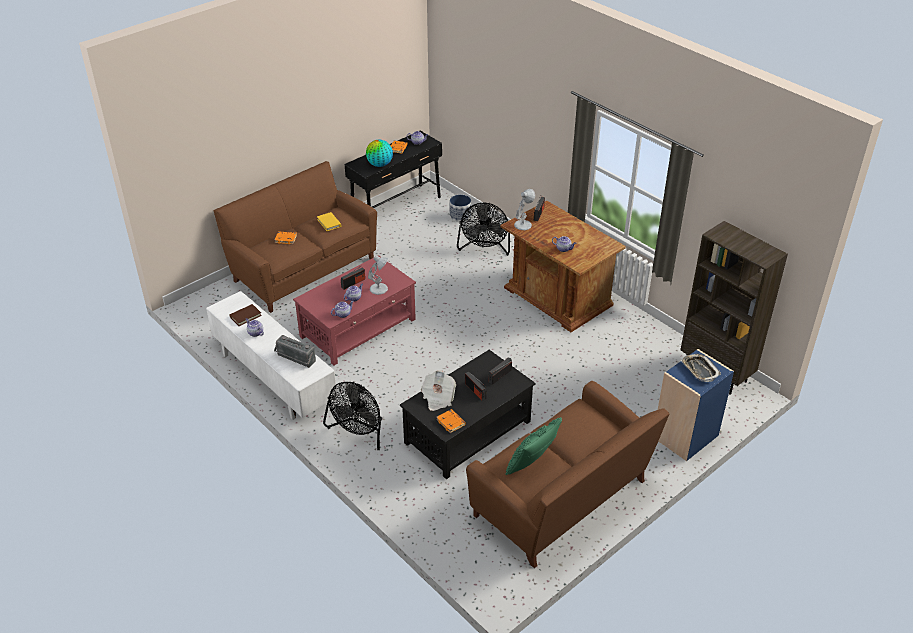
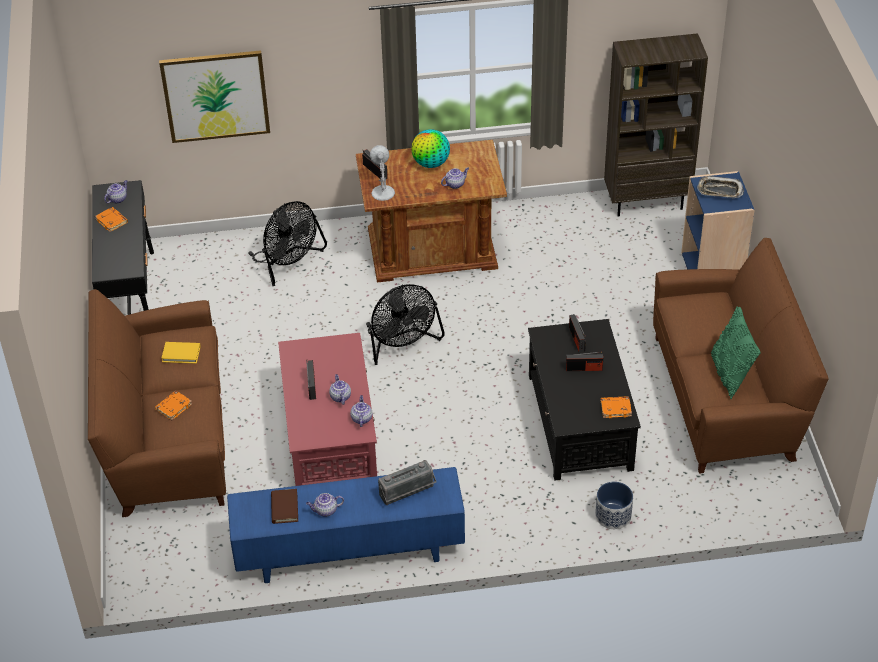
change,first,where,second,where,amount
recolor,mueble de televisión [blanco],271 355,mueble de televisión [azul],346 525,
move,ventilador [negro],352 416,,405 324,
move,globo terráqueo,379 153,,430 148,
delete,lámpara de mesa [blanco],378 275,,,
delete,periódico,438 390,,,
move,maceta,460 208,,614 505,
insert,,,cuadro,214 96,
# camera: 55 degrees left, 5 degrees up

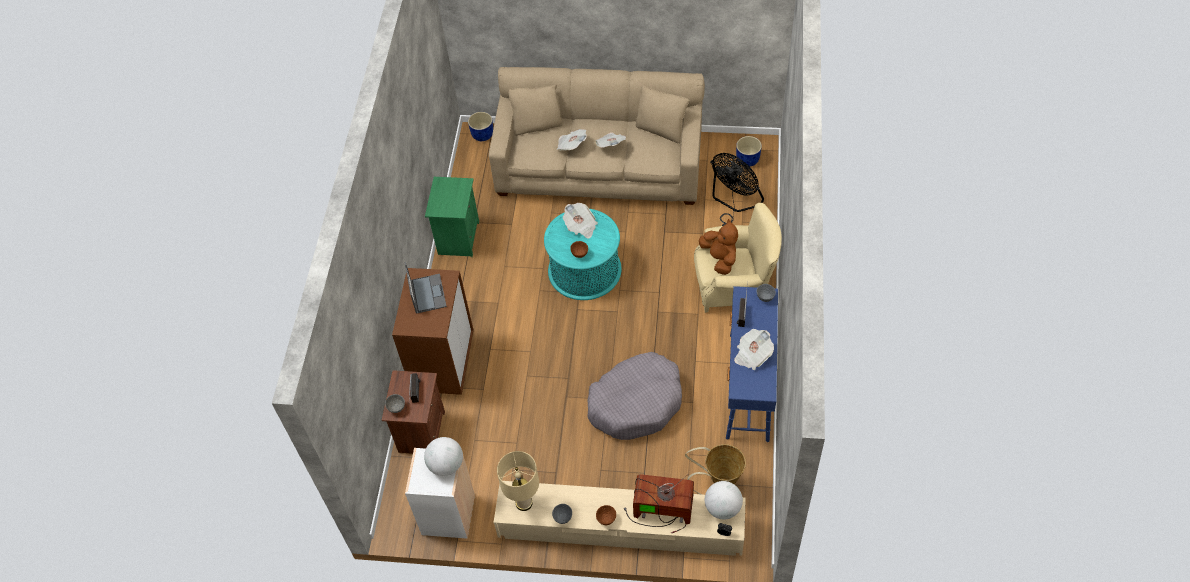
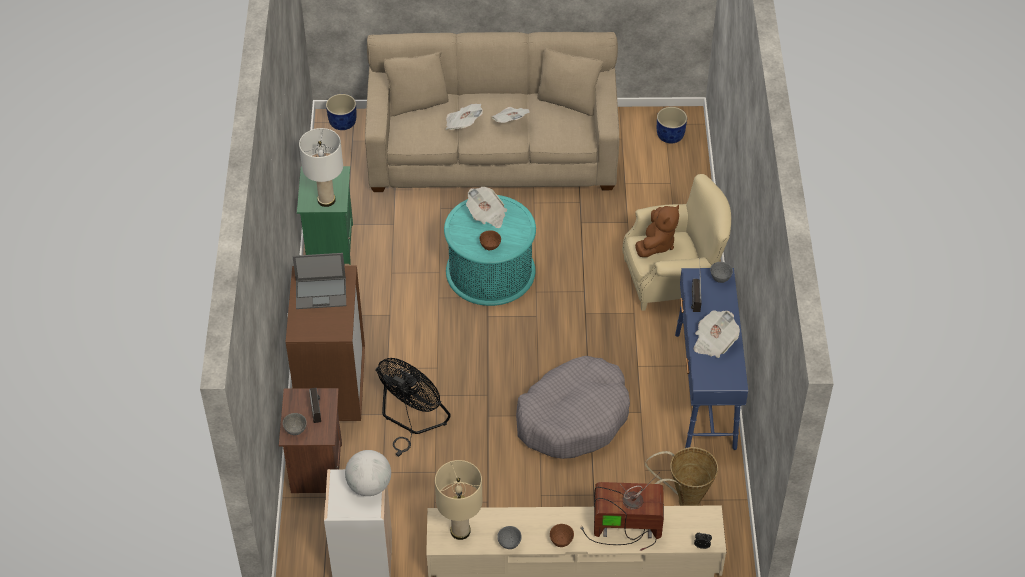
change,first,where,second,where,amount
rotate,portátil,426 288,,319 281,105 degrees clockwise
rotate,peluche [marrón],718 247,,657 231,60 degrees clockwise
delete,globo terráqueo,724 500,,,
move,ventilador [negro],737 189,,413 407,
insert,,,lámpara de mesa [blanco],321 167,
# camera: 10 degrees left, 5 degrees down

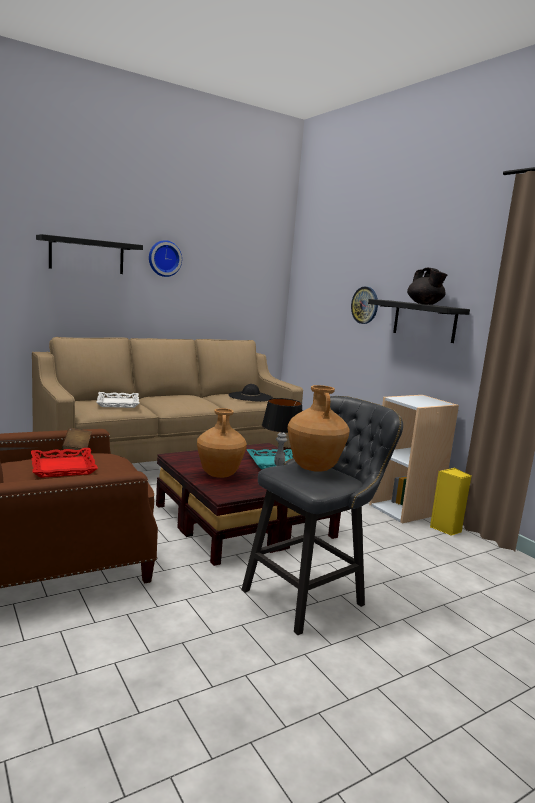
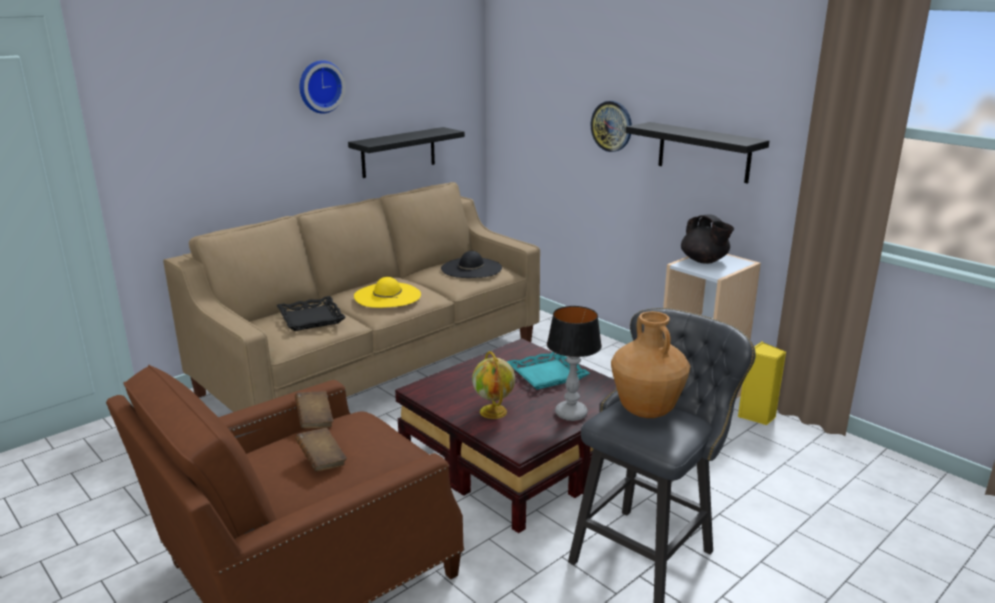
change,first,where,second,where,amount
replace,bandeja [rojo],64 463,libro [marrón],321 450,
move,estante [negro],89 254,,406 152,
recolor,bandeja [blanco],117 400,bandeja [negro],311 313,
replace,florero [marrón],222 443,globo terráqueo,493 385,
move,tetera [negro],427 286,,707 239,
insert,,,sombrero [amarillo],387 292,
# camera: 10 degrees left, 10 degrees up

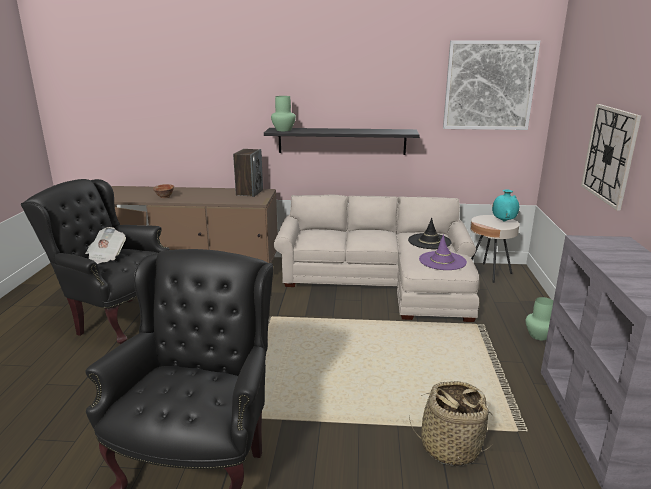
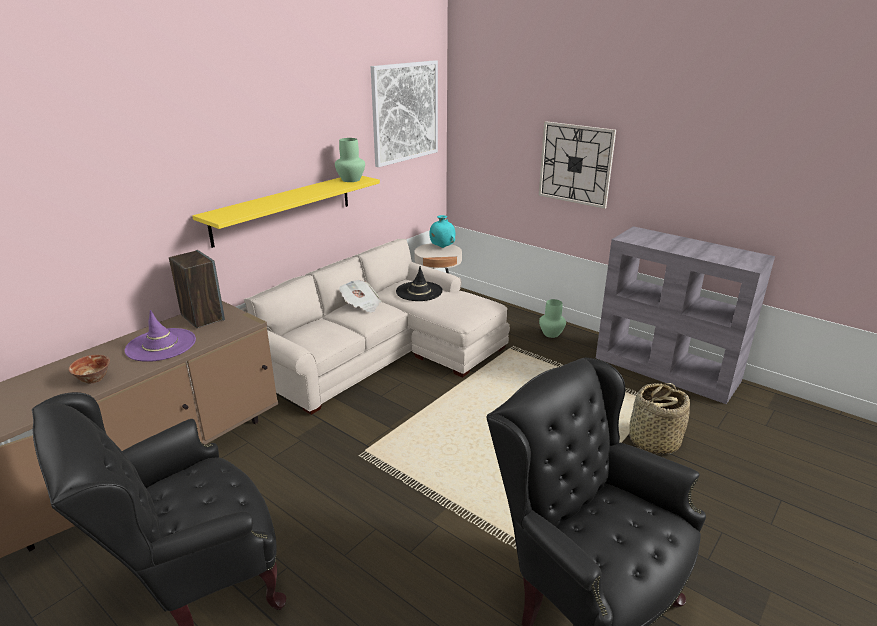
change,first,where,second,where,amount
move,periódico,105 245,,360 296,
recolor,estante [negro],342 141,estante [amarillo],286 212,
move,florero [verde],283 113,,350 160,
move,sombrero [morado],443 252,,160 336,
# camera: 55 degrees left, 5 degrees up

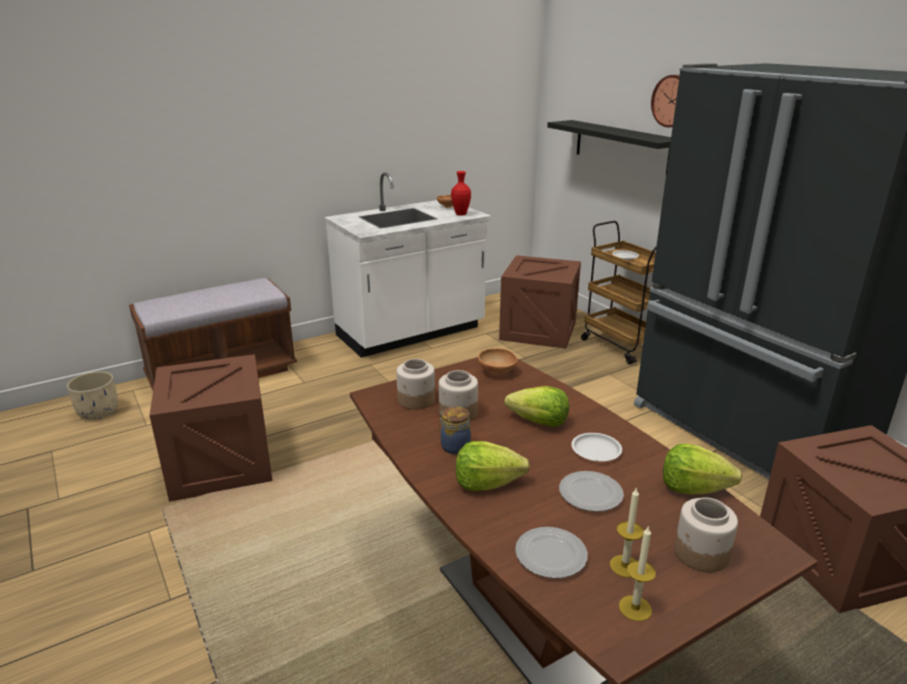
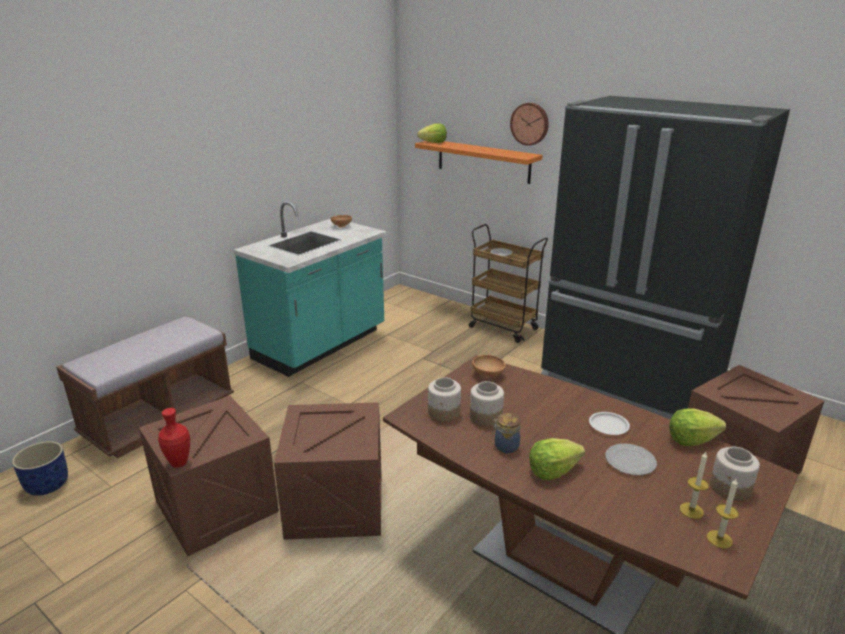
change,first,where,second,where,amount
recolor,maceta [beis],92 395,maceta [azul],40 468,
recolor,mueble bajo de cocina [blanco],407 265,mueble bajo de cocina [turquesa],310 289,
move,florero [rojo],461 193,,174 438,
move,caja de embalaje,540 302,,327 471,
move,lechuga,536 406,,432 133,
delete,plato,551 552,,,
recolor,estante [negro],609 146,estante [naranja],479 162,
# camera: 20 degrees left, 0 degrees up

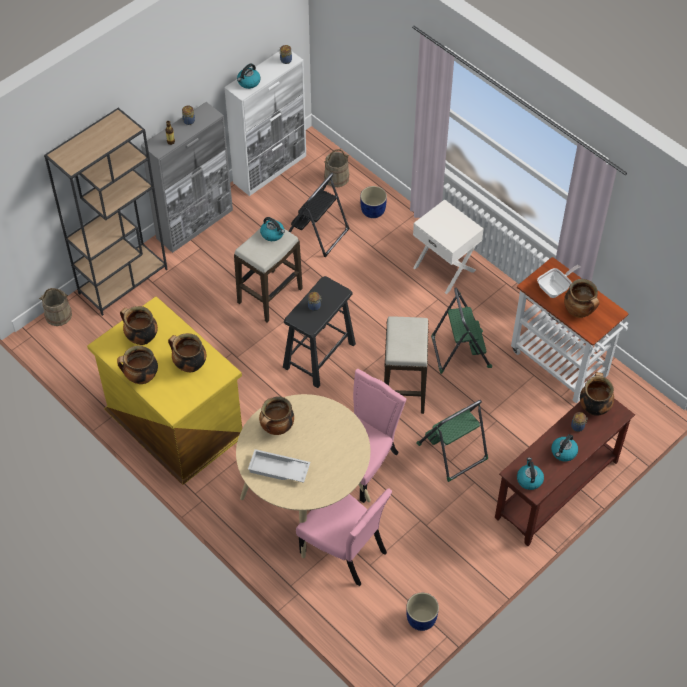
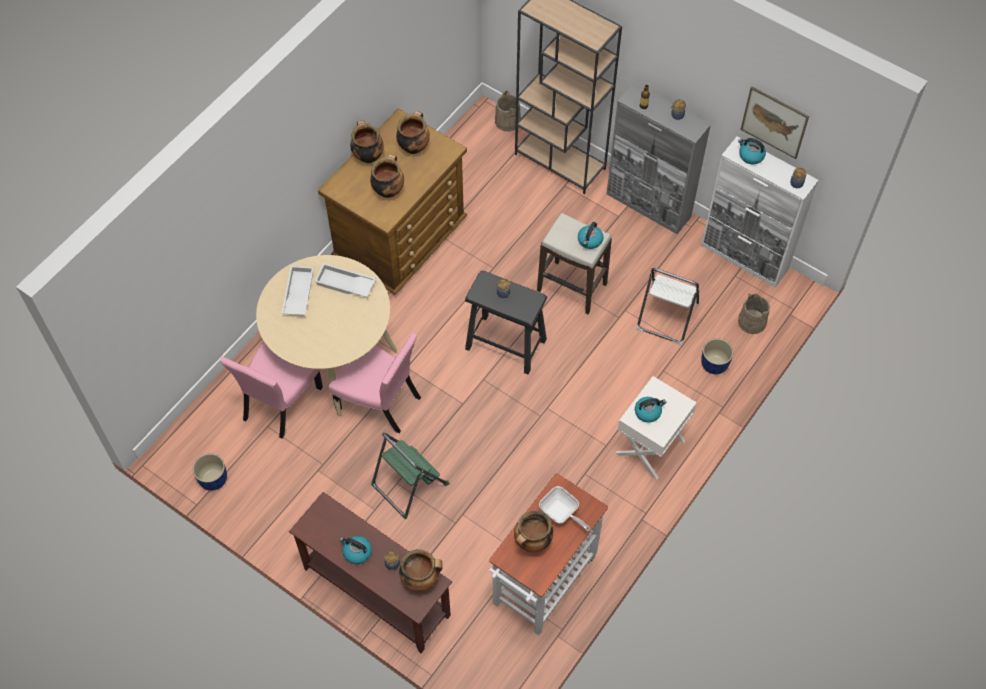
change,first,where,second,where,amount
recolor,cómoda [amarillo],164 390,cómoda [marrón],393 201,
replace,olla,276 415,bandeja [blanco],345 280,
recolor,escalera de tijera [negro],319 215,escalera de tijera [blanco],668 306,
delete,taburete,406 365,,,
delete,escalera de tijera [verde],461 331,,,
move,hervidor,530 473,,650 410,
insert,,,cuadro,774 122,
# camera: 80 degrees right, 5 degrees up

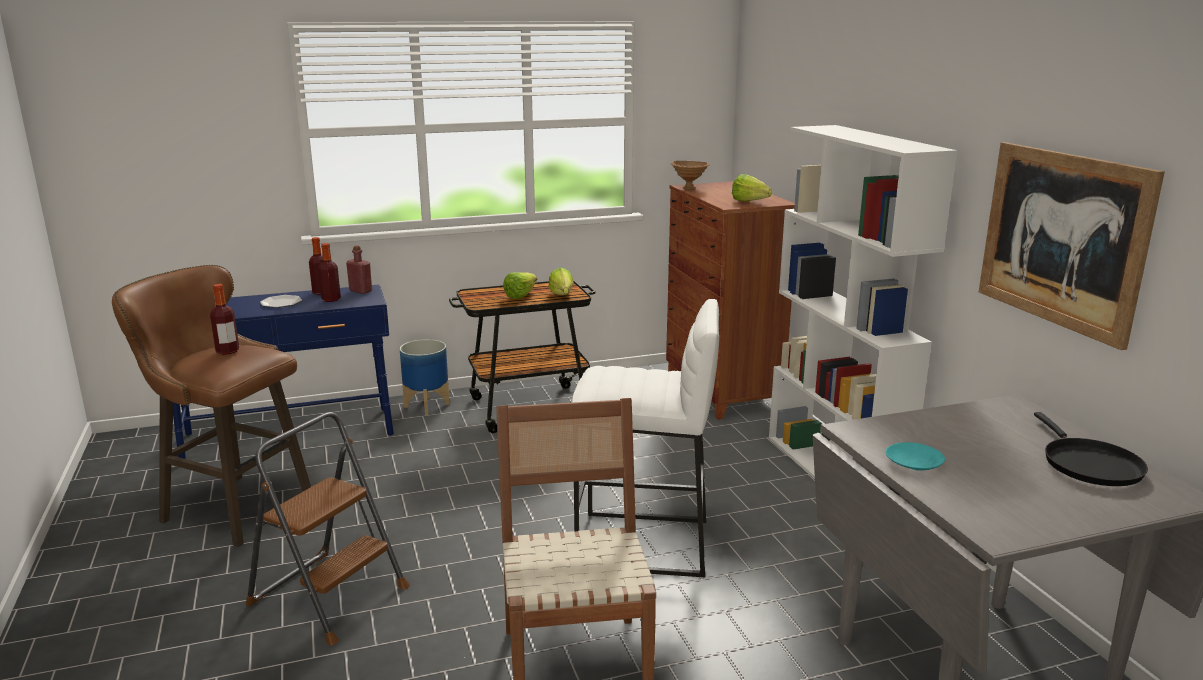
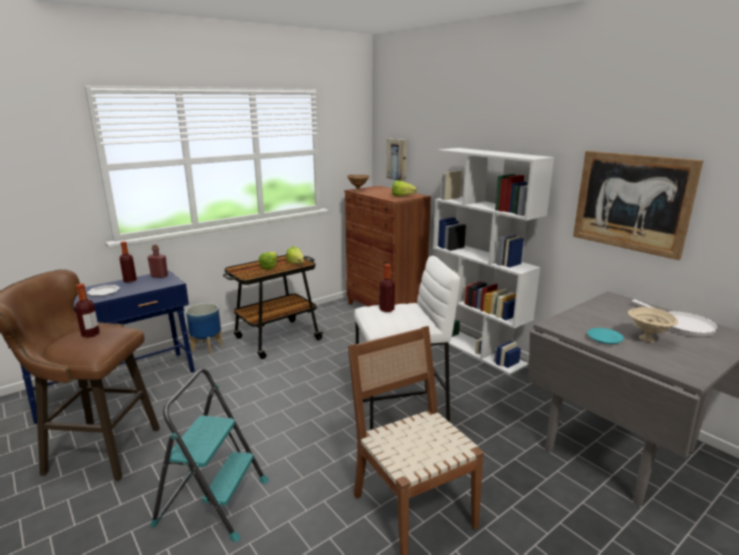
change,first,where,second,where,amount
recolor,escalera de tijera [marrón],328 529,escalera de tijera [turquesa],210 455,
move,botella,329 272,,387 288,
recolor,sartén [negro],1091 449,sartén [blanco],675 318,
insert,,,cuadro,396 159,
insert,,,cuenco [beis],653 324,
# camera: 20 degrees left, 0 degrees up

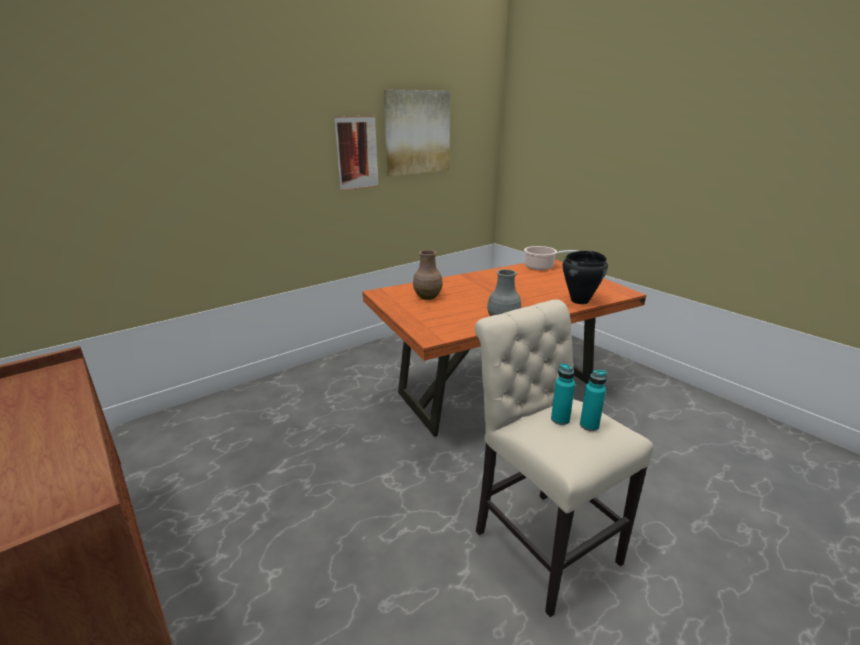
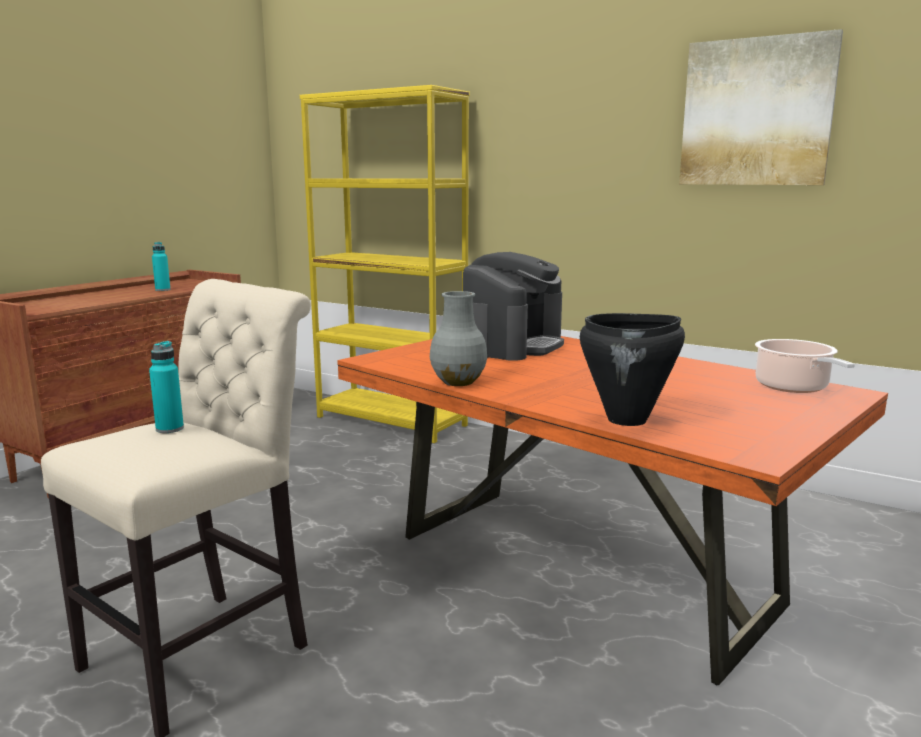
change,first,where,second,where,amount
delete,cuadro,356 153,,,
replace,florero [marrón],428 275,cafetera,513 306,
move,botella [turquesa],593 400,,161 266,
insert,,,estantería [amarillo],385 264,
# camera: 70 degrees right, 10 degrees down

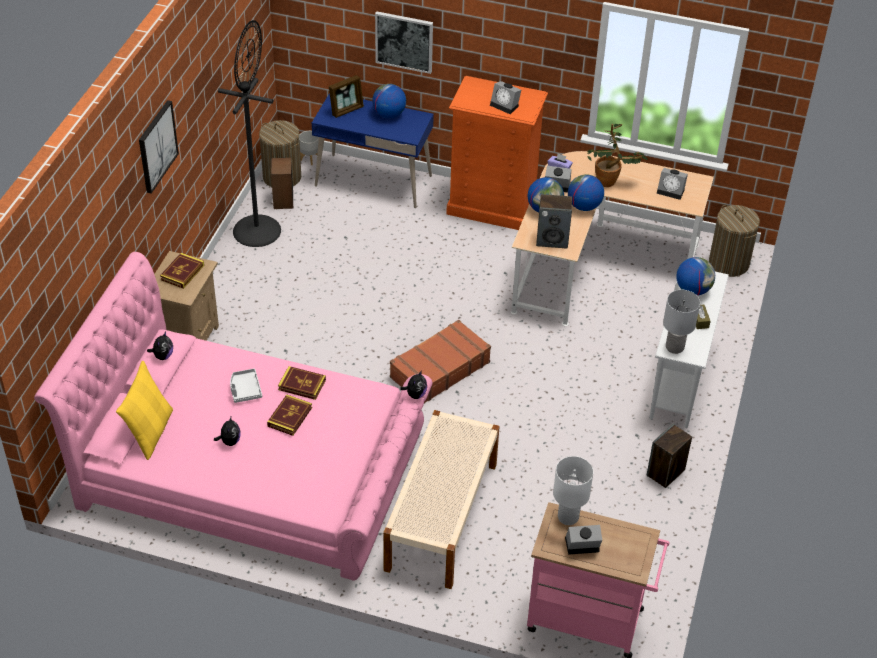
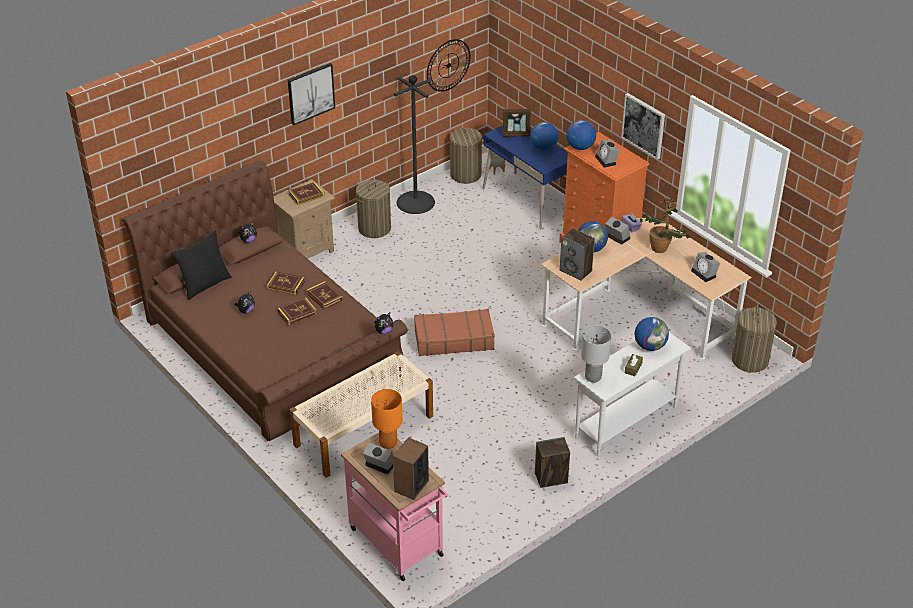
change,first,where,second,where,amount
recolor,cama [rosa],233 416,cama [marrón],264 300,
recolor,cojín [amarillo],144 410,cojín [negro],201 265,
replace,bandeja [gris],246 386,libro,286 283,
move,altavoz,282 183,,411 468,
move,cuadro,404 42,,643 126,
recolor,lámpara de mesa [blanco],573 490,lámpara de mesa [naranja],387 419,
move,globo terráqueo,586 192,,581 135,
insert,,,cesto de la ropa,373 209,
# camera: 35 degrees right, 5 degrees down

